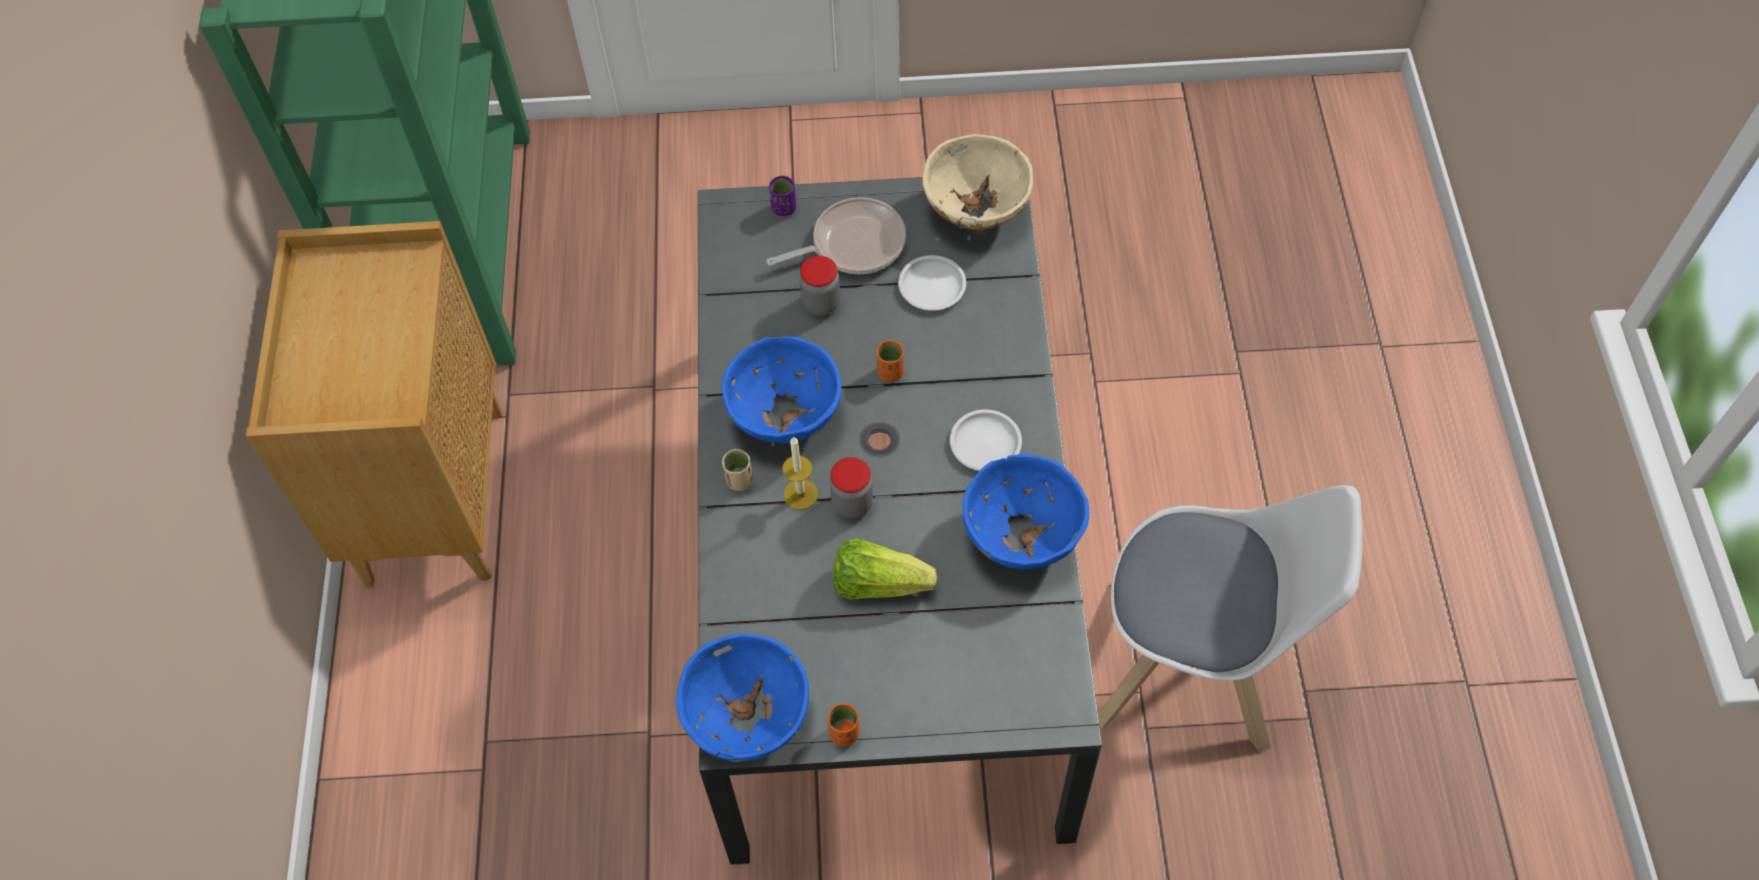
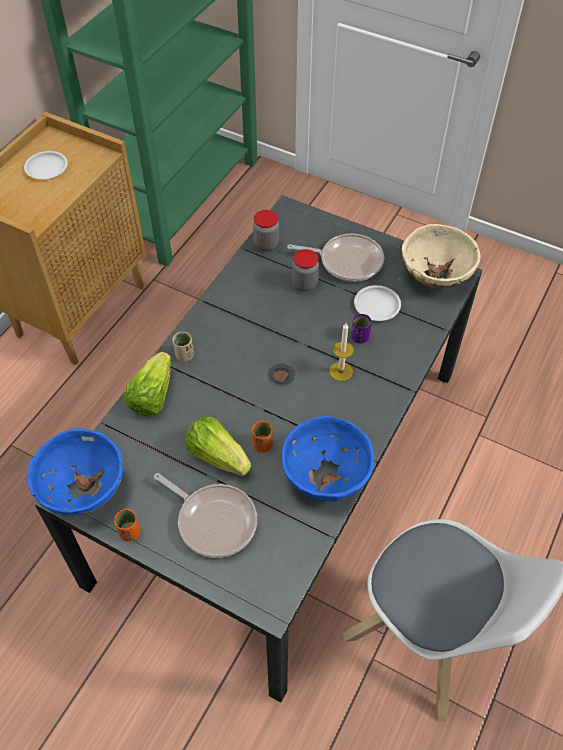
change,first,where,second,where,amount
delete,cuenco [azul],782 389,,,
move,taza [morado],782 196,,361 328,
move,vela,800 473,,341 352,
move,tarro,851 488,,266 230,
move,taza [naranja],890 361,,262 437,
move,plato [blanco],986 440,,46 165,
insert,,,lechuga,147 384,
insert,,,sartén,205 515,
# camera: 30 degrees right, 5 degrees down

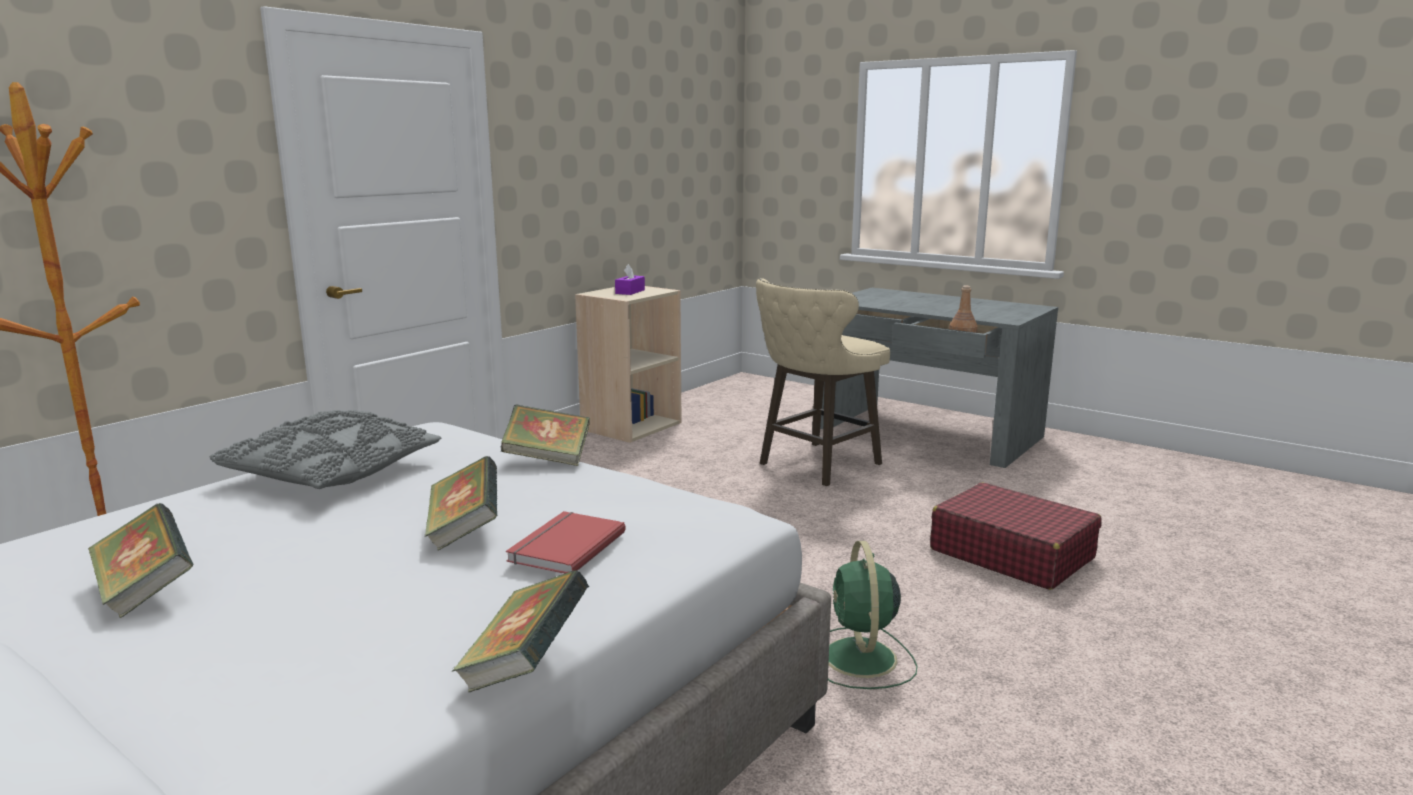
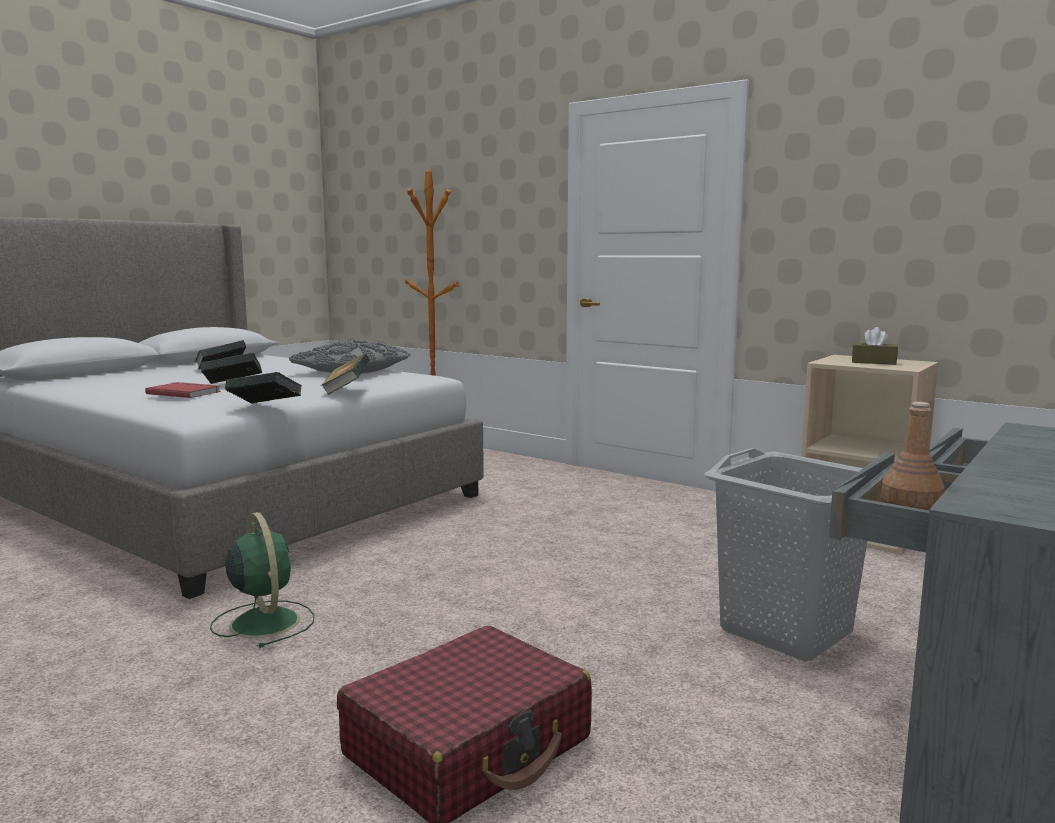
change,first,where,second,where,amount
move,libro,520 631,,263 388,
recolor,caja de pañuelos [morado],630 279,caja de pañuelos [marrón],875 346,
replace,taburete [beis],823 382,cesto de la ropa [gris],785 554,
rotate,ventilador [verde],872 615,,262 580,60 degrees clockwise
# camera: 90 degrees right, 5 degrees down

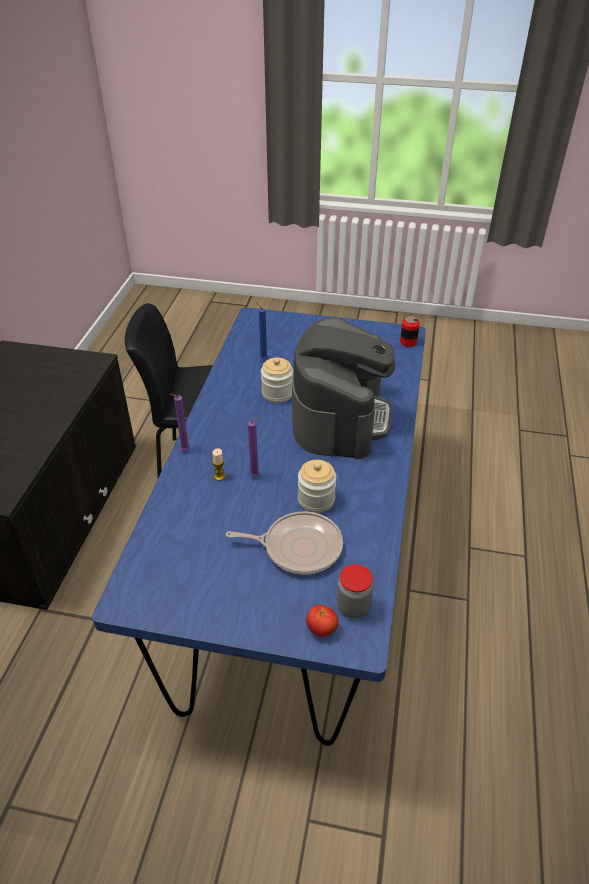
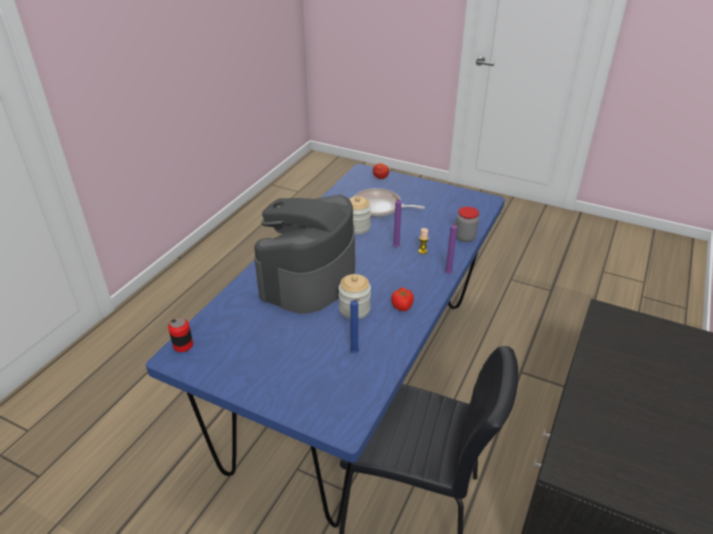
change,first,where,second,where,amount
move,tarro,355 591,,467 224,
insert,,,tomate,402 299,
# camera: 165 degrees left, 5 degrees down

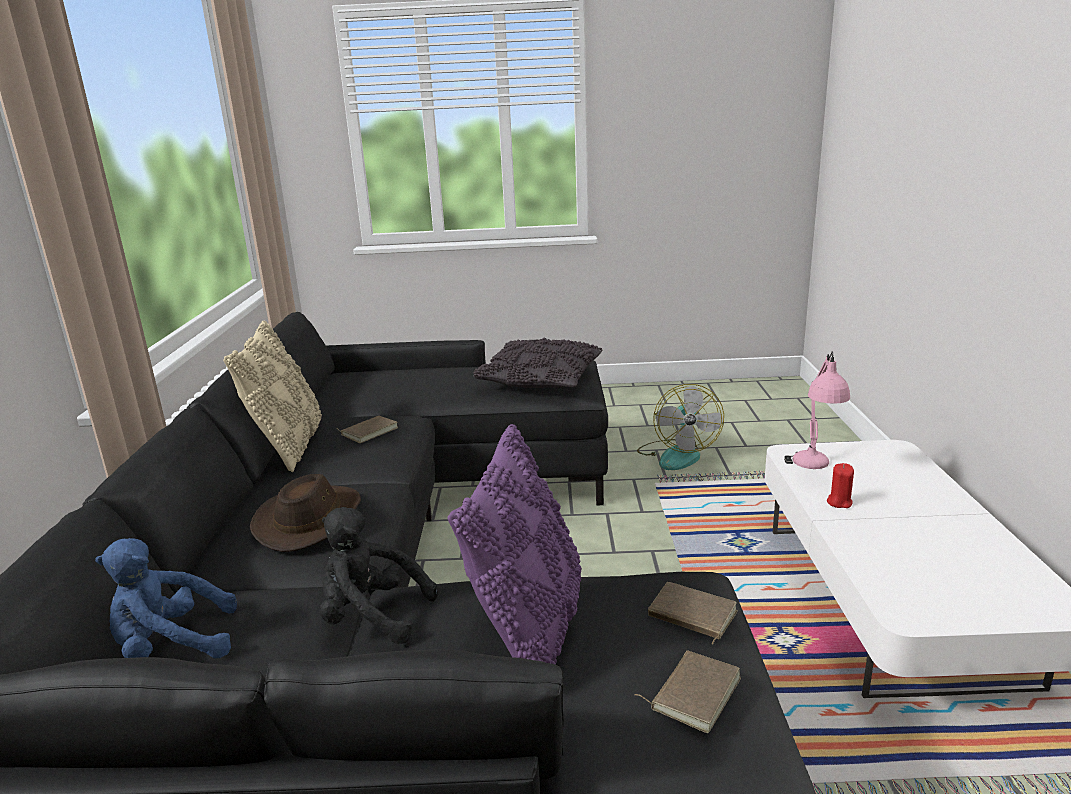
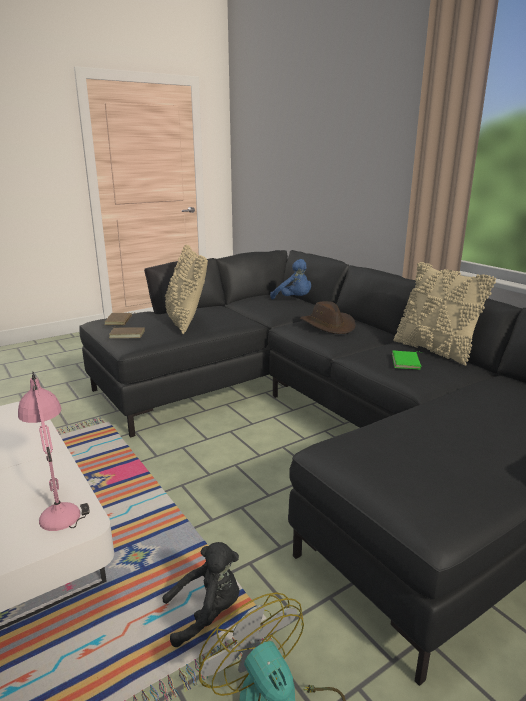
change,first,where,second,where,amount
rotate,peluche [azul],166 598,,290 279,90 degrees clockwise
move,peluche [negro],379 575,,201 594,
recolor,libro [marrón],367 429,libro [verde],408 360,
recolor,cojín [morado],514 544,cojín [beis],186 289,
delete,cojín [negro],537 363,,,
delete,vela [rojo],840 485,,,
# camera: 145 degrees right, 0 degrees up

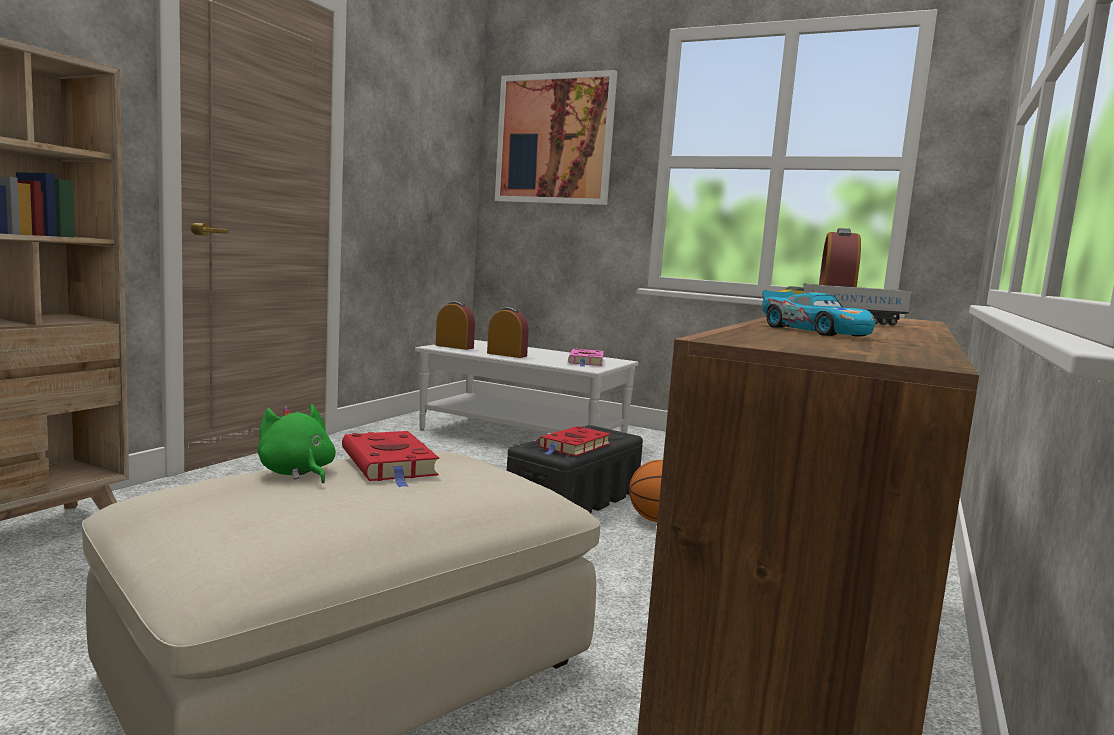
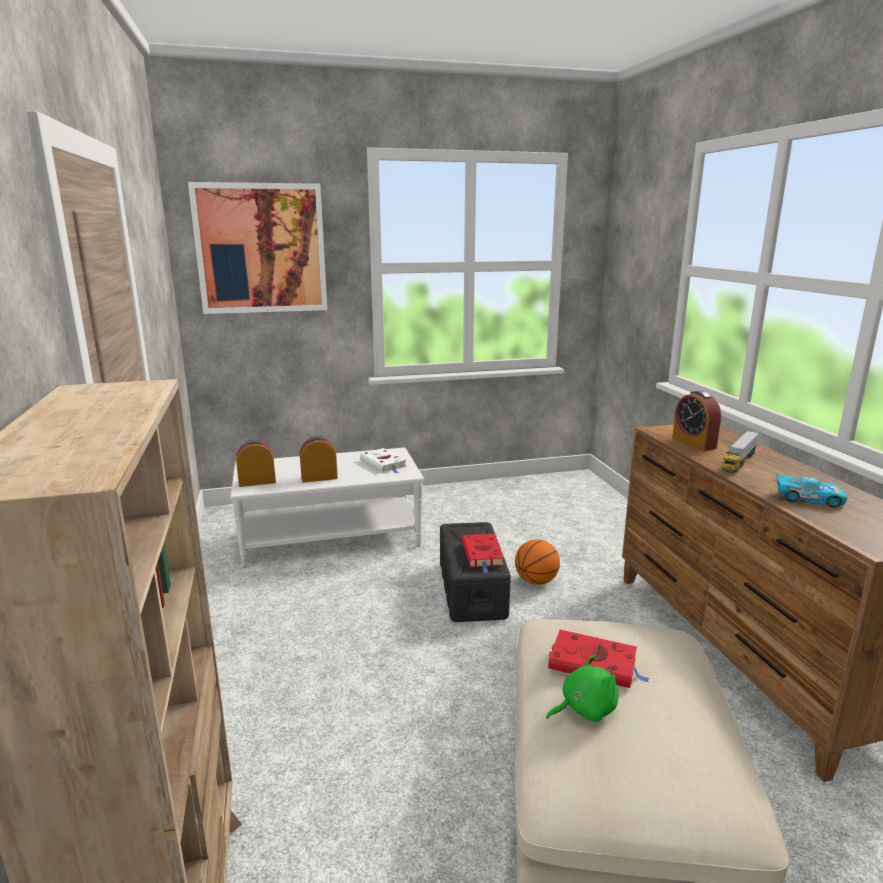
change,first,where,second,where,amount
rotate,peluche [verde],296 443,,582 688,150 degrees clockwise
recolor,libro [rosa],585 358,libro [blanco],383 460,
# camera: 40 degrees left, 10 degrees up

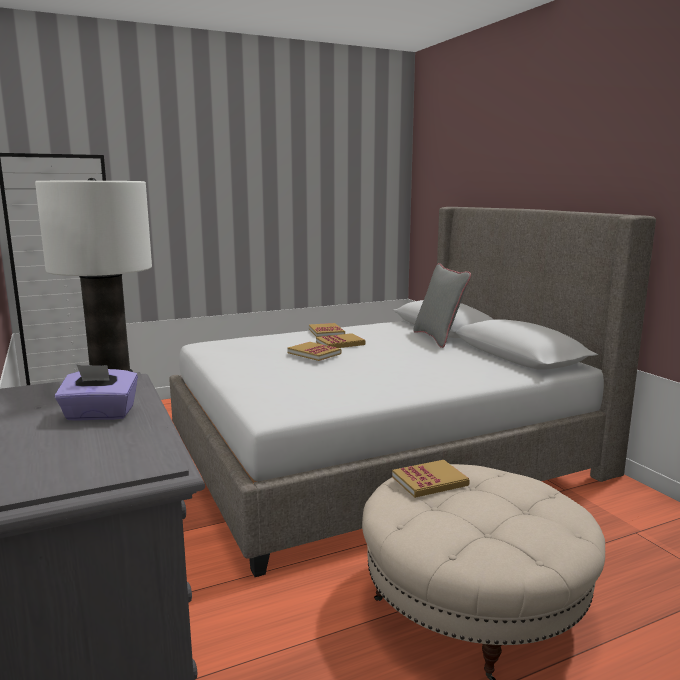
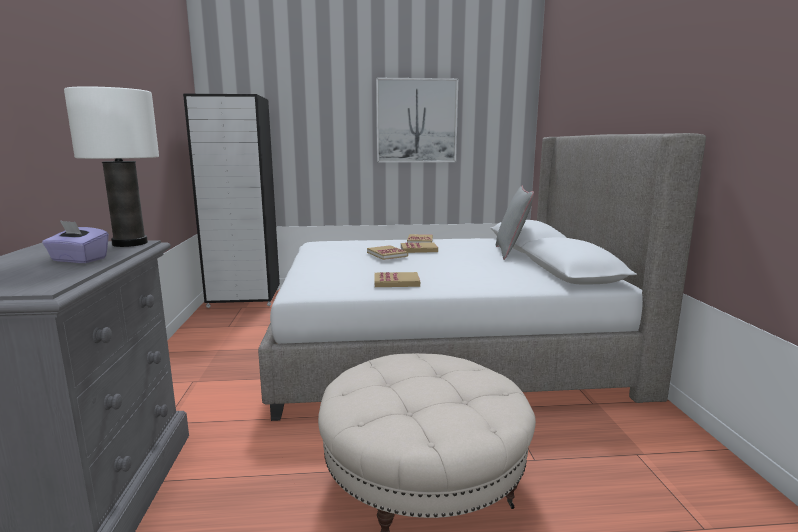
change,first,where,second,where,amount
move,libro,431 479,,397 279,
insert,,,cuadro,417 120,
# camera: 20 degrees right, 0 degrees up

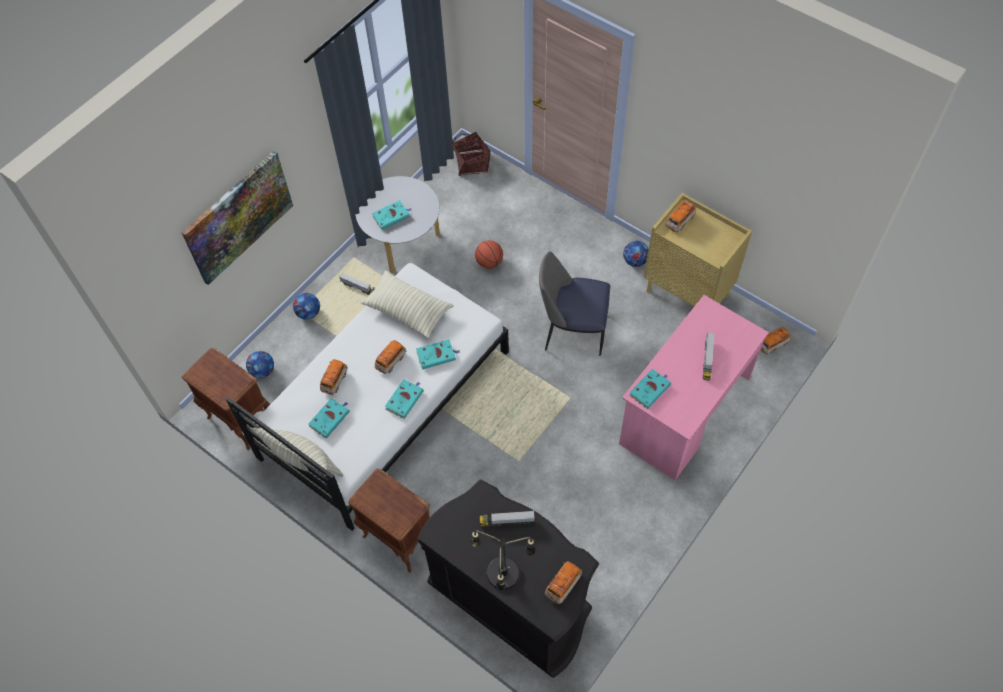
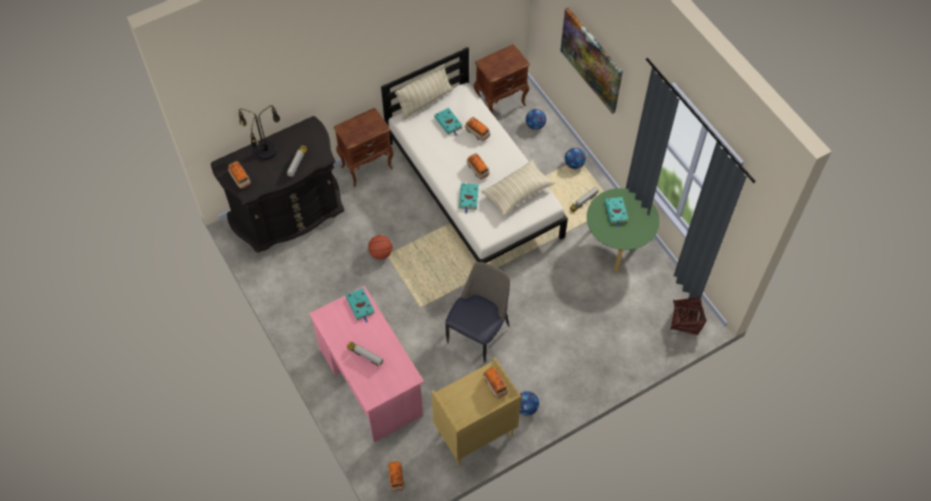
change,first,where,second,where,amount
recolor,mesa de centro [gris],397 224,mesa de centro [verde],623 230,
delete,libro [turquesa],404 399,,,
move,balón de baloncesto,489 254,,380 247,
# camera: 110 degrees right, 0 degrees up

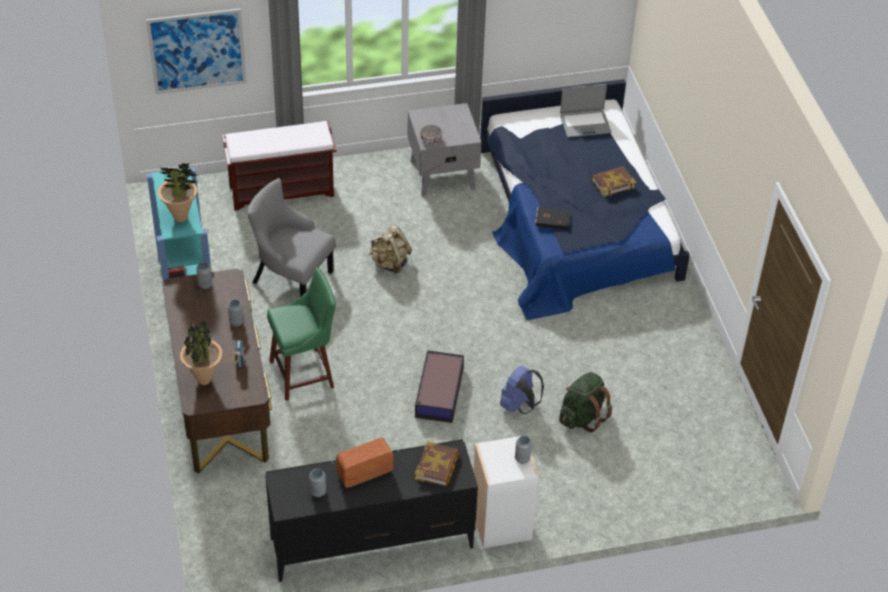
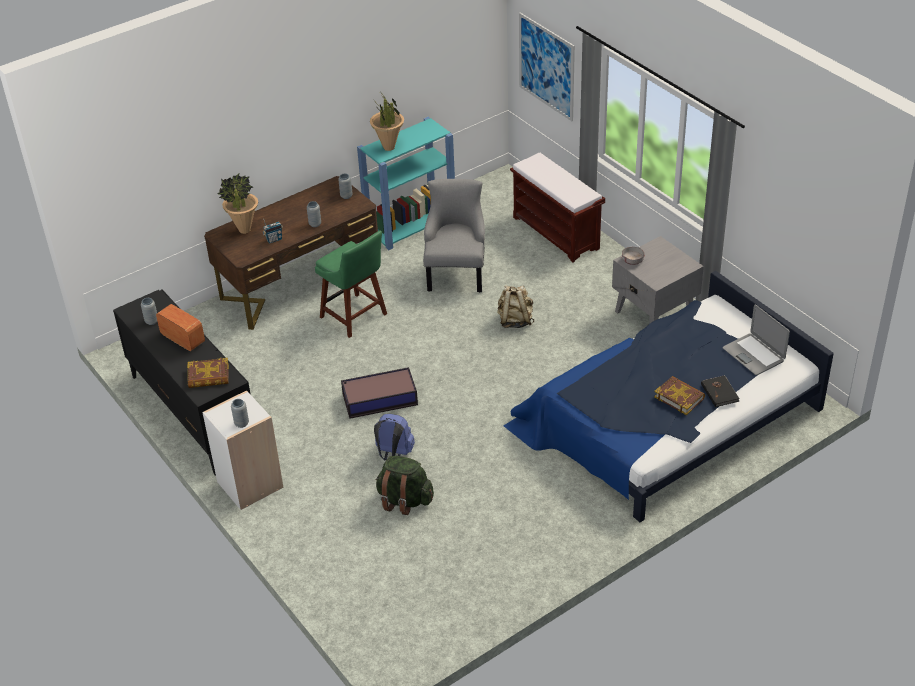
change,first,where,second,where,amount
move,libro [negro],553 218,,720 391,
# camera: 70 degrees right, 5 degrees down

